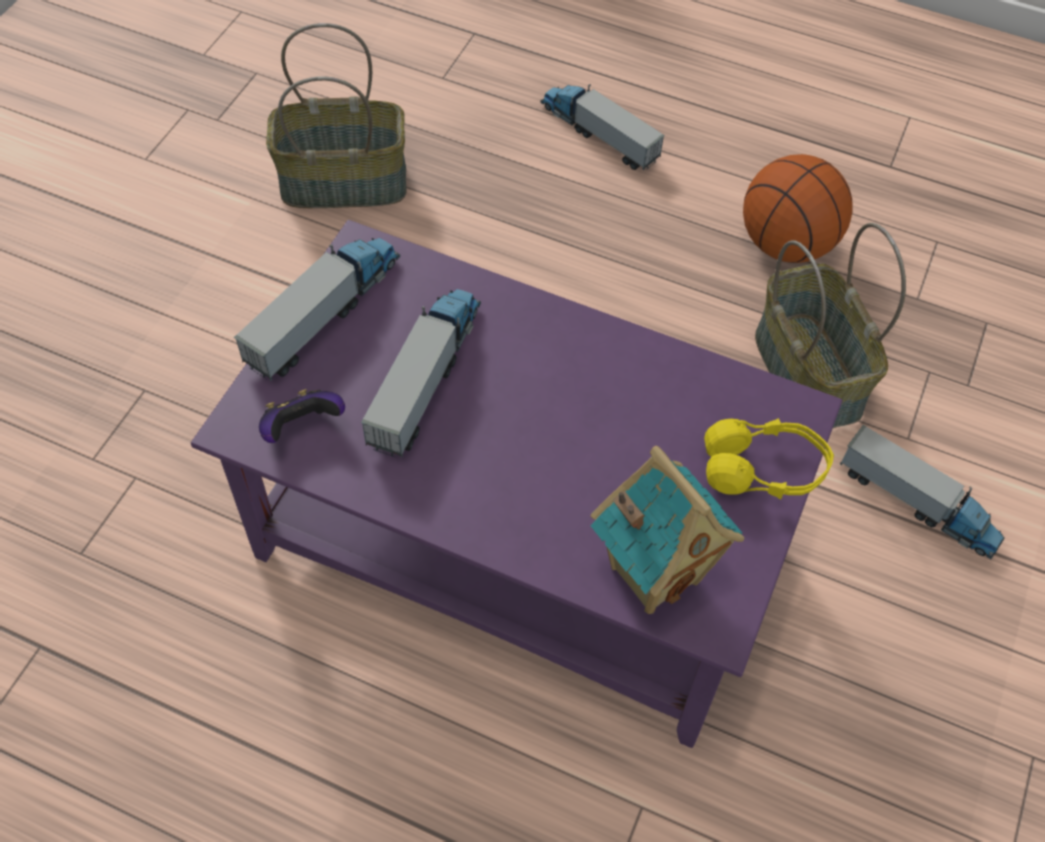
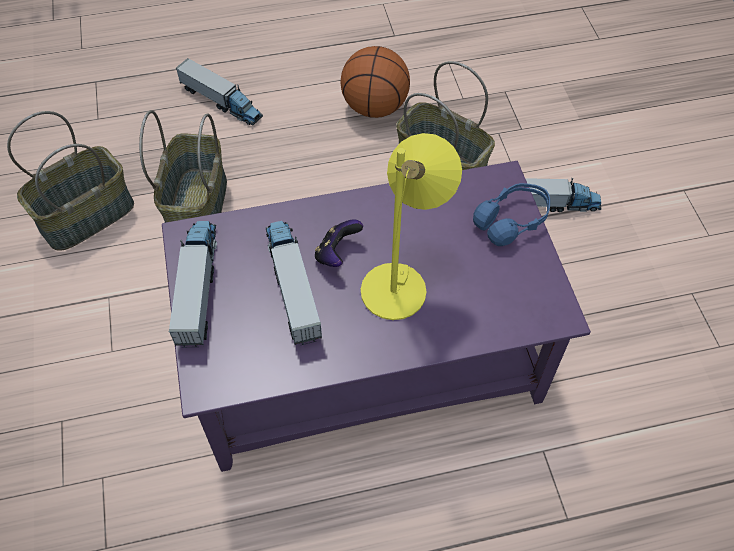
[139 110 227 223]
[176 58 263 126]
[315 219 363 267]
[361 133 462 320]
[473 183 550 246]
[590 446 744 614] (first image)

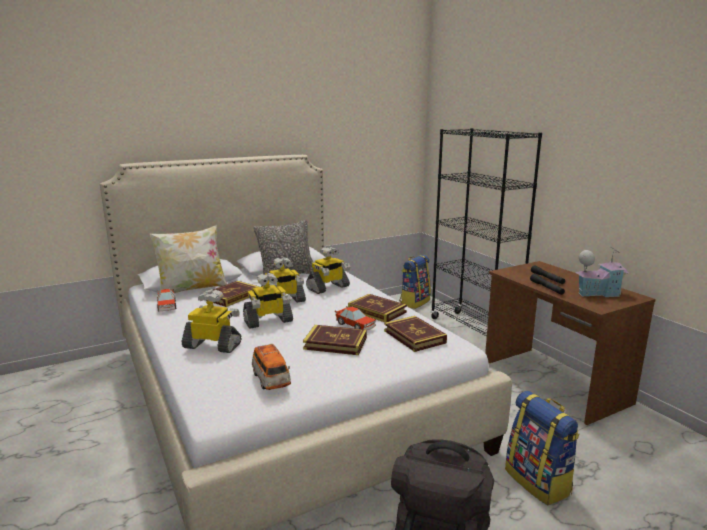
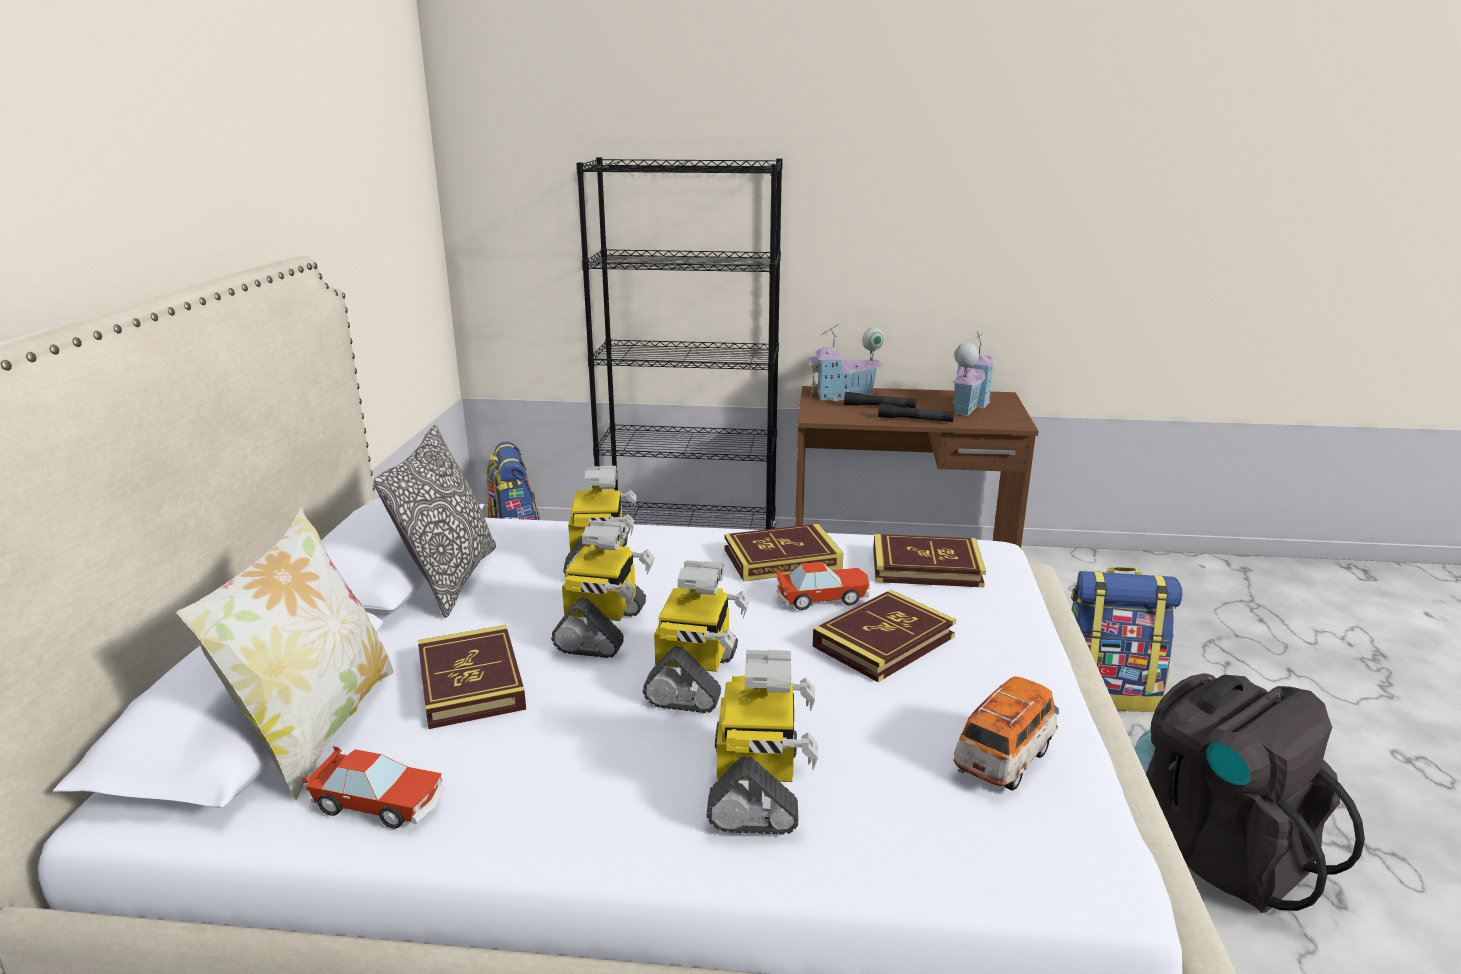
[707 650 818 835]
[807 324 884 401]
[954 676 1059 790]

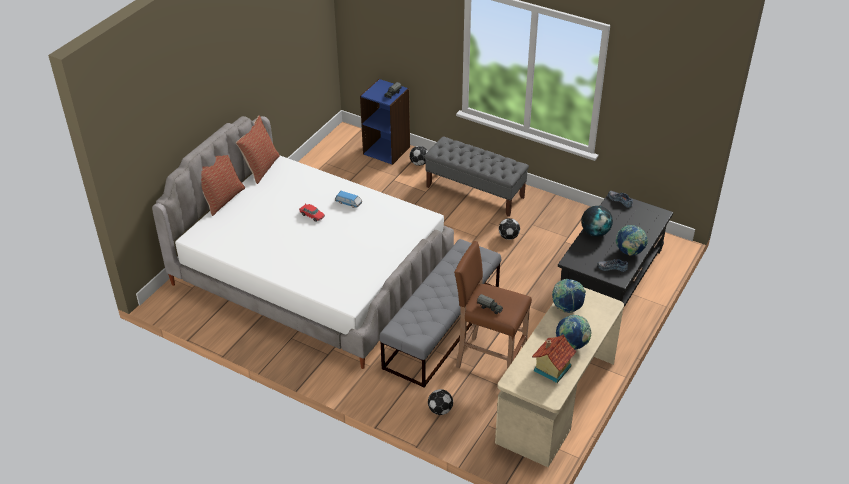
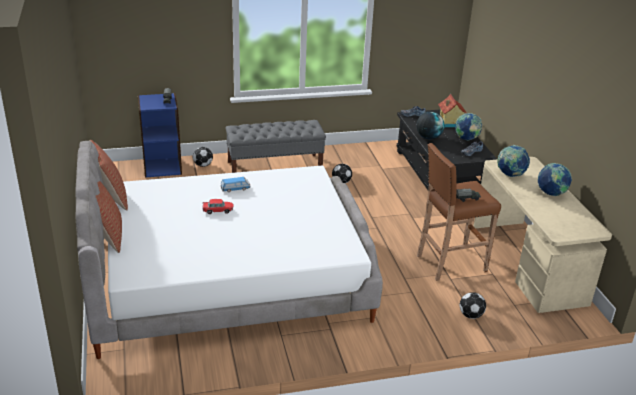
[438 94 467 127]
[379 239 501 388] (first image)

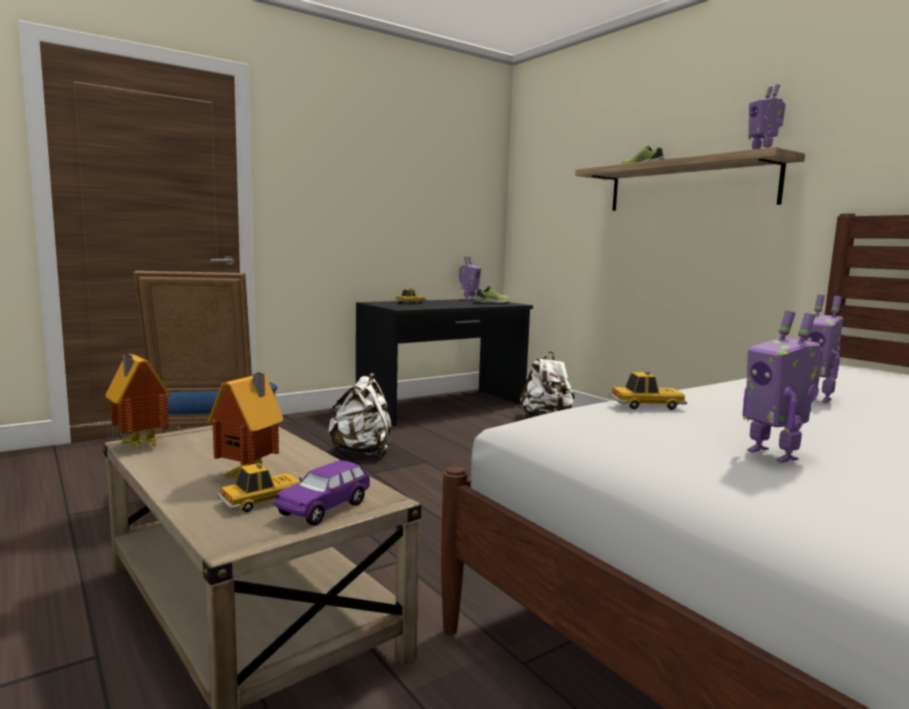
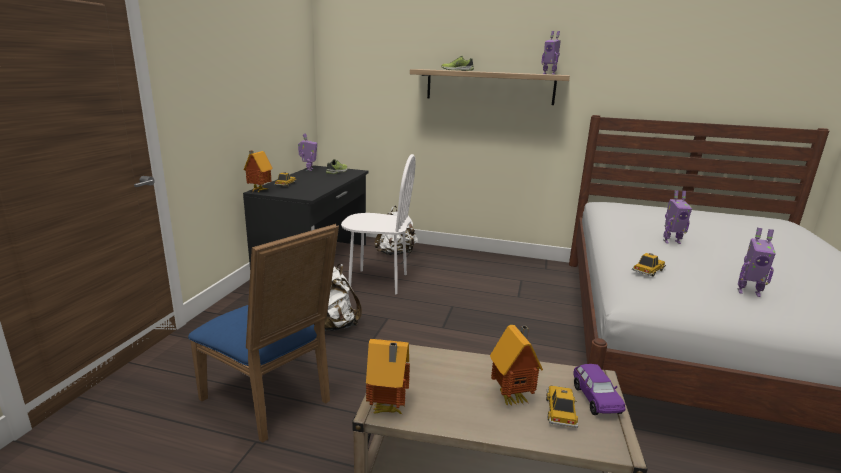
[244 151 273 193]
[341 154 416 294]

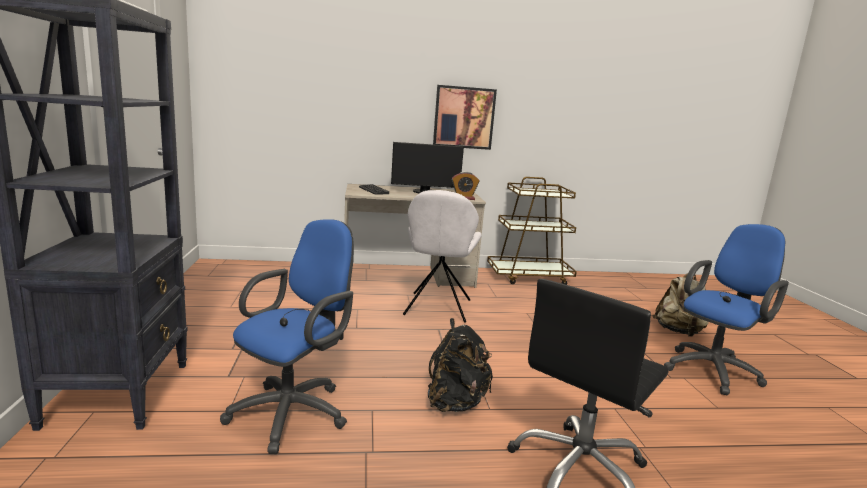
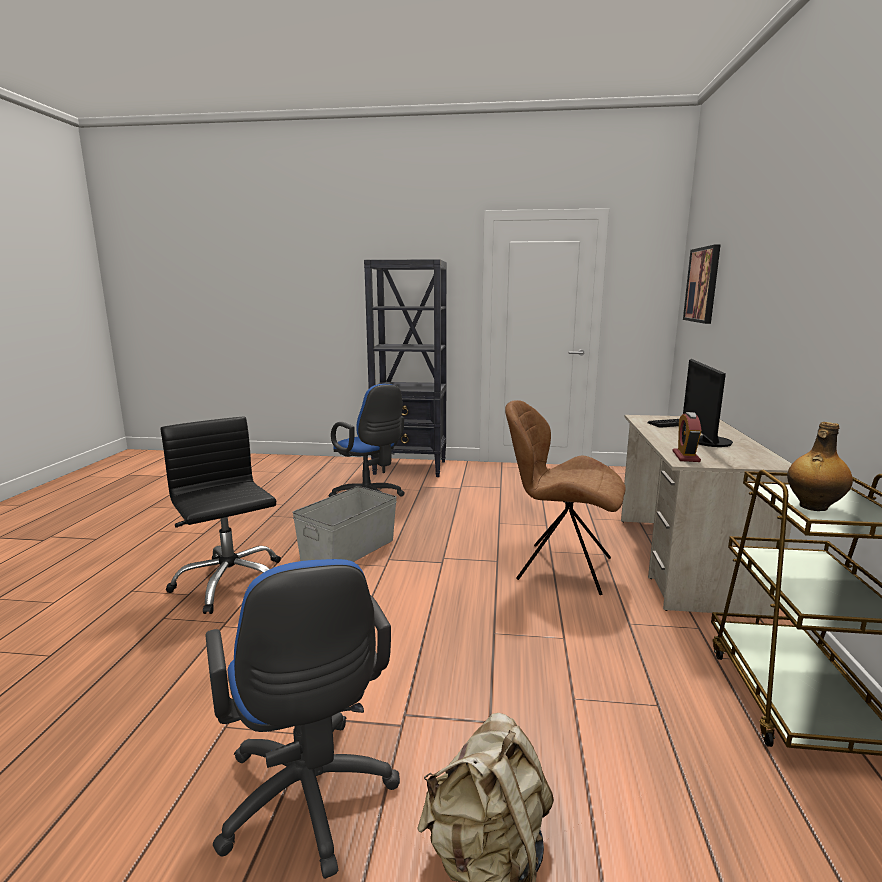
[292 486 397 562]
[505 400 626 595]
[683 244 721 324]
[787 422 853 511]

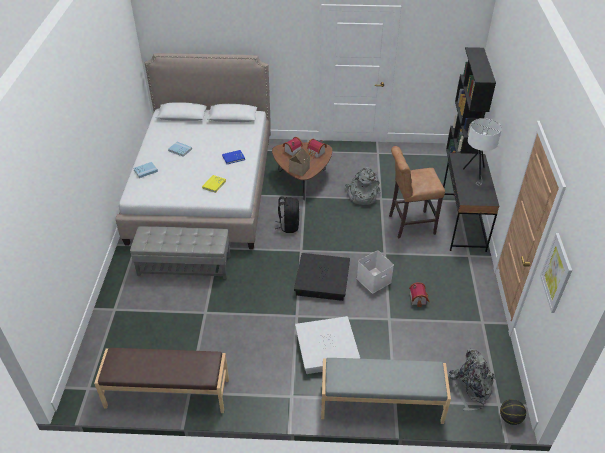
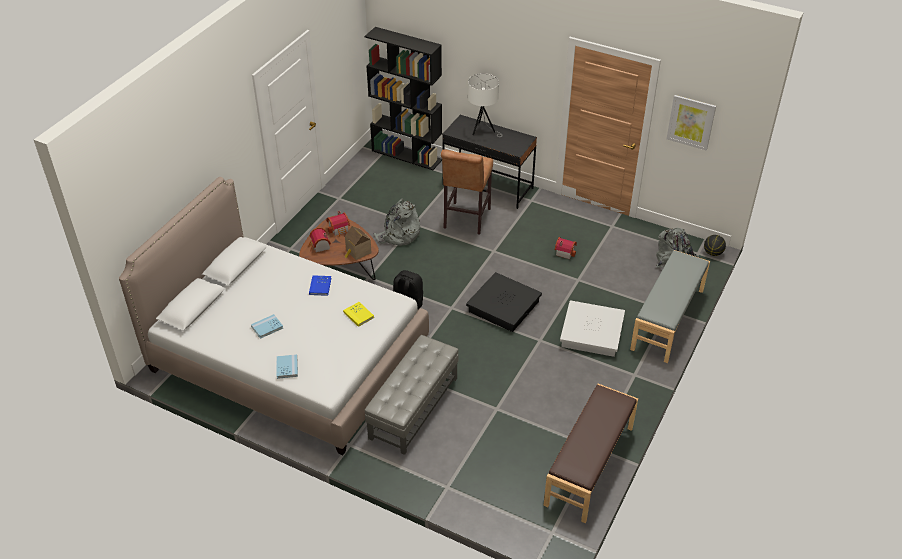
[357 250 394 293] (first image)

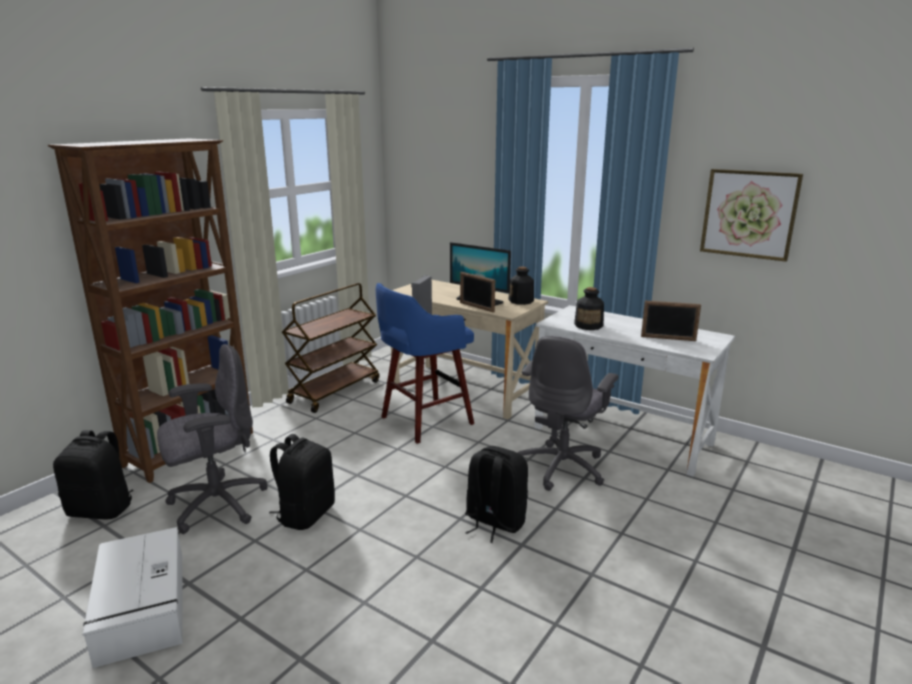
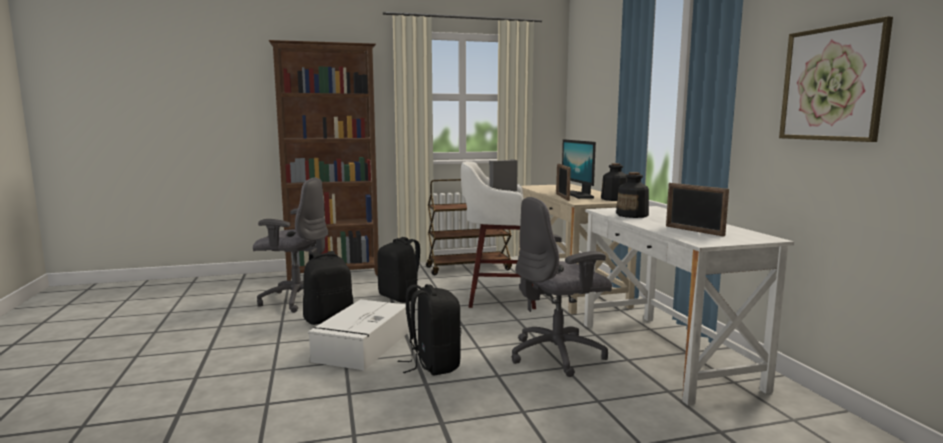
[308 299 410 370]
[377 237 420 303]
[461 161 536 309]

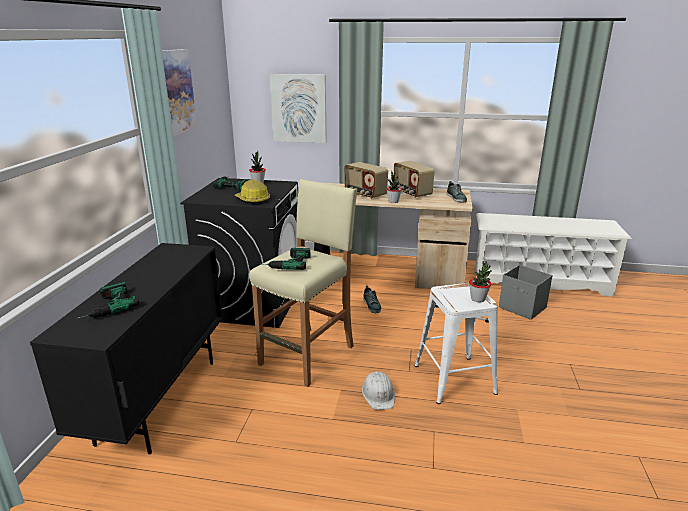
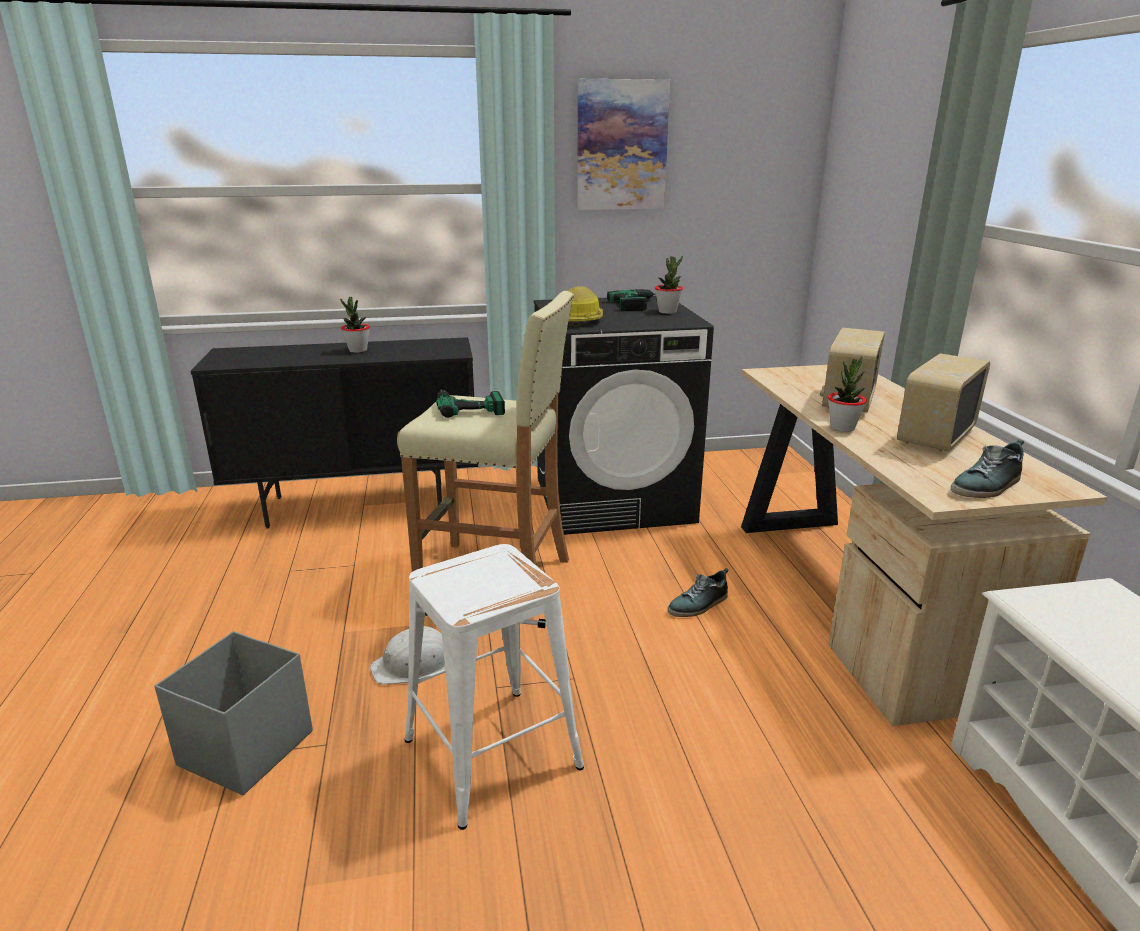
[154 631 313 795]
[340 297 370 353]
[76 282 139 319] (first image)
[270 74 327 143] (first image)

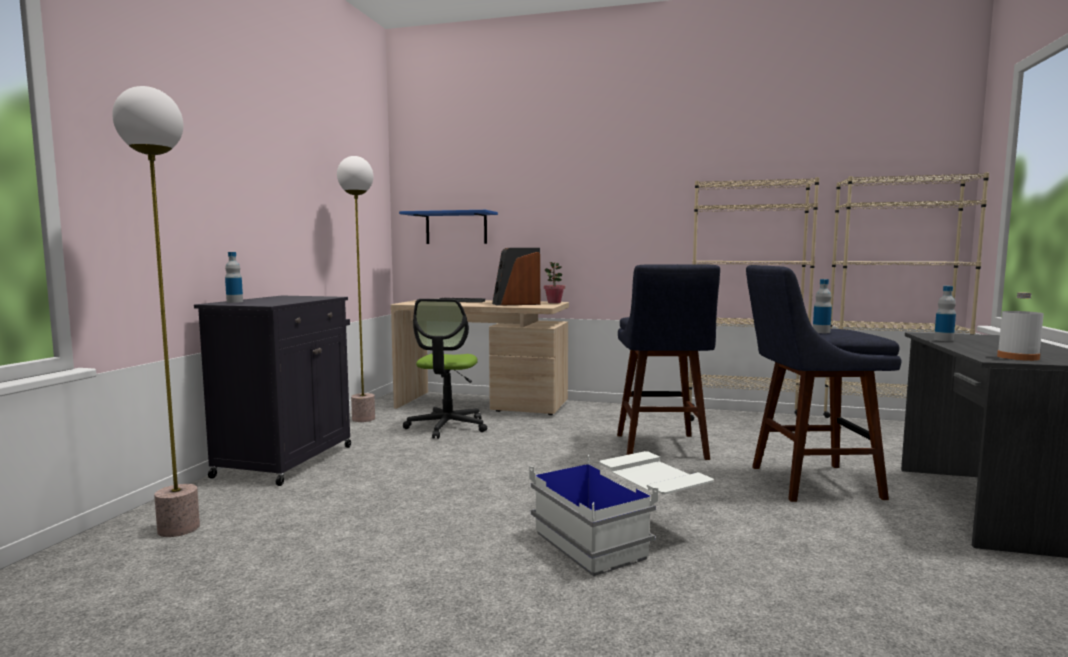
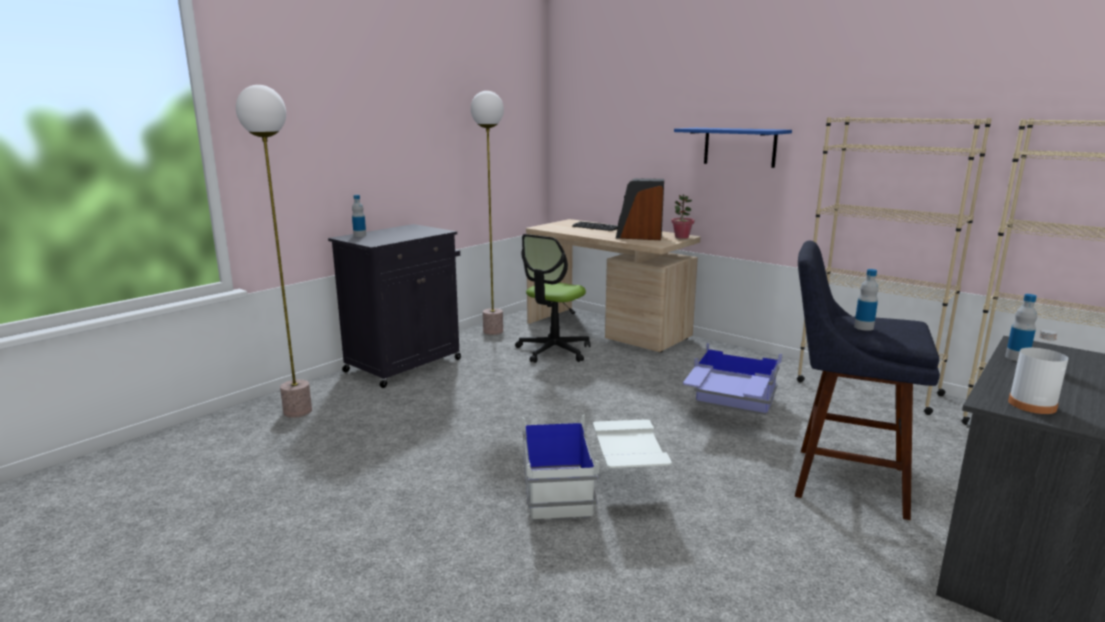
[674 128 792 168]
[683 343 782 415]

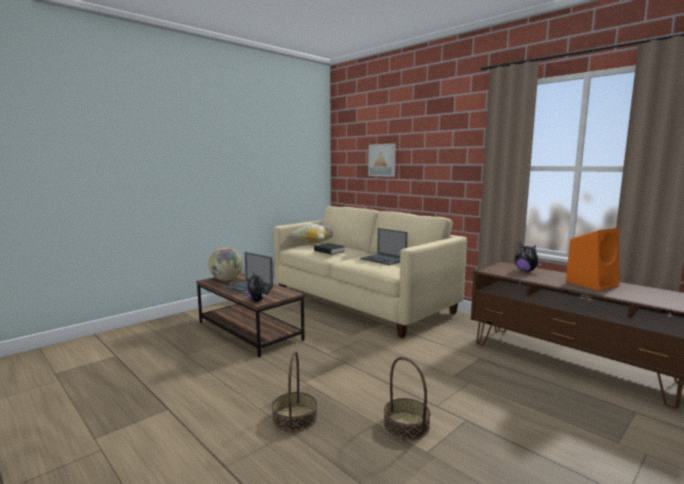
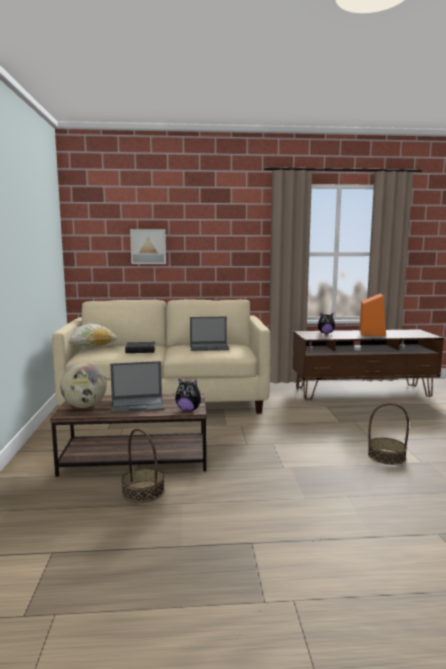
[121 429 165 503]

